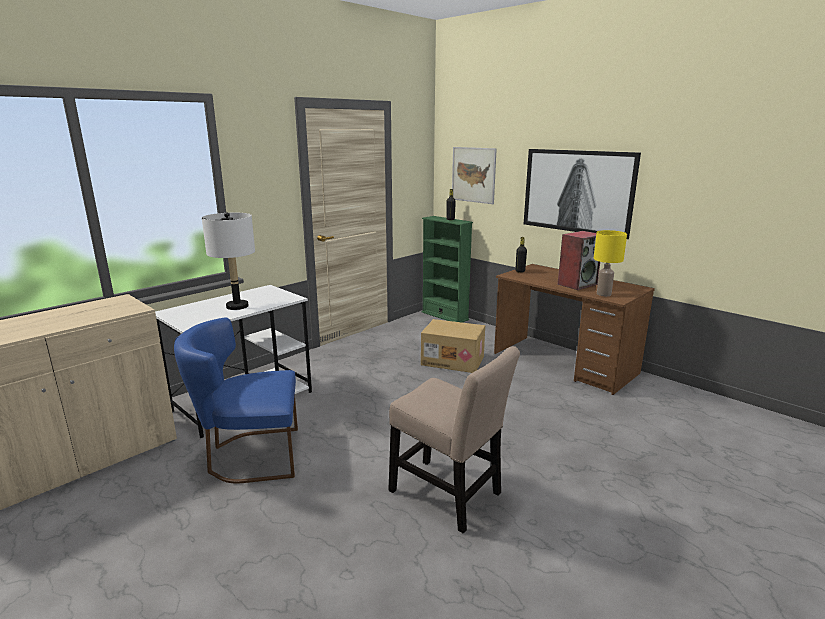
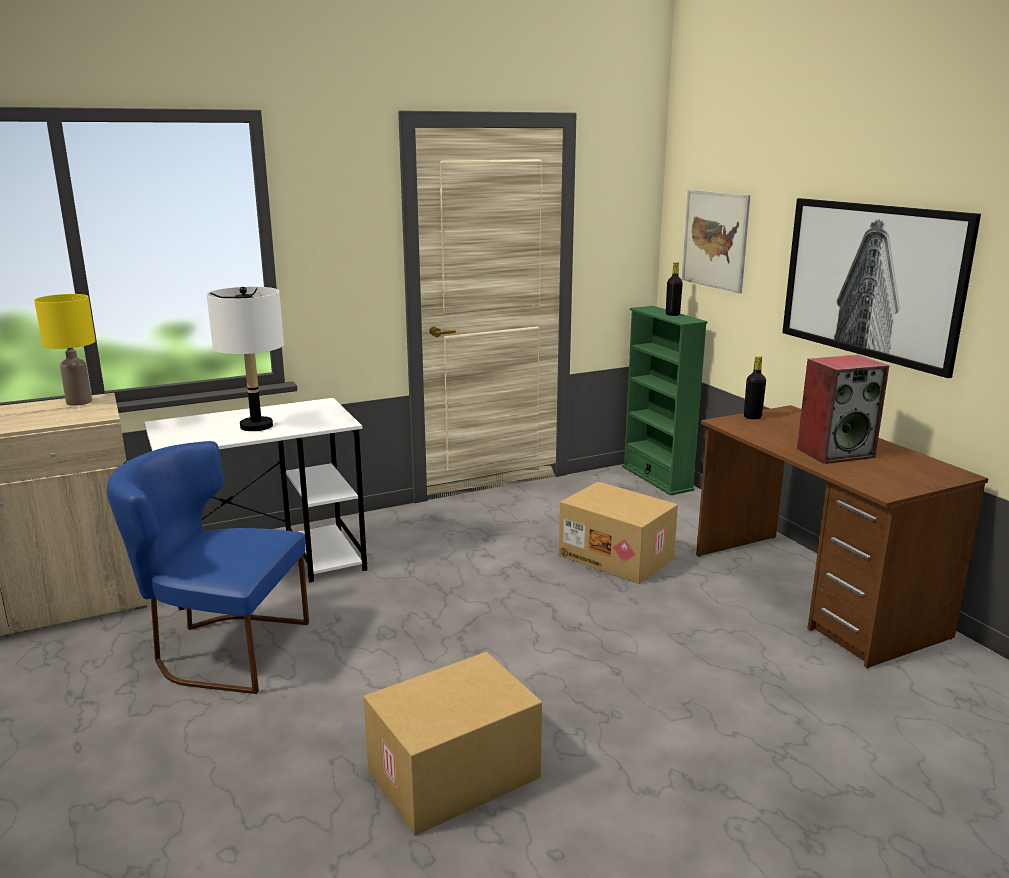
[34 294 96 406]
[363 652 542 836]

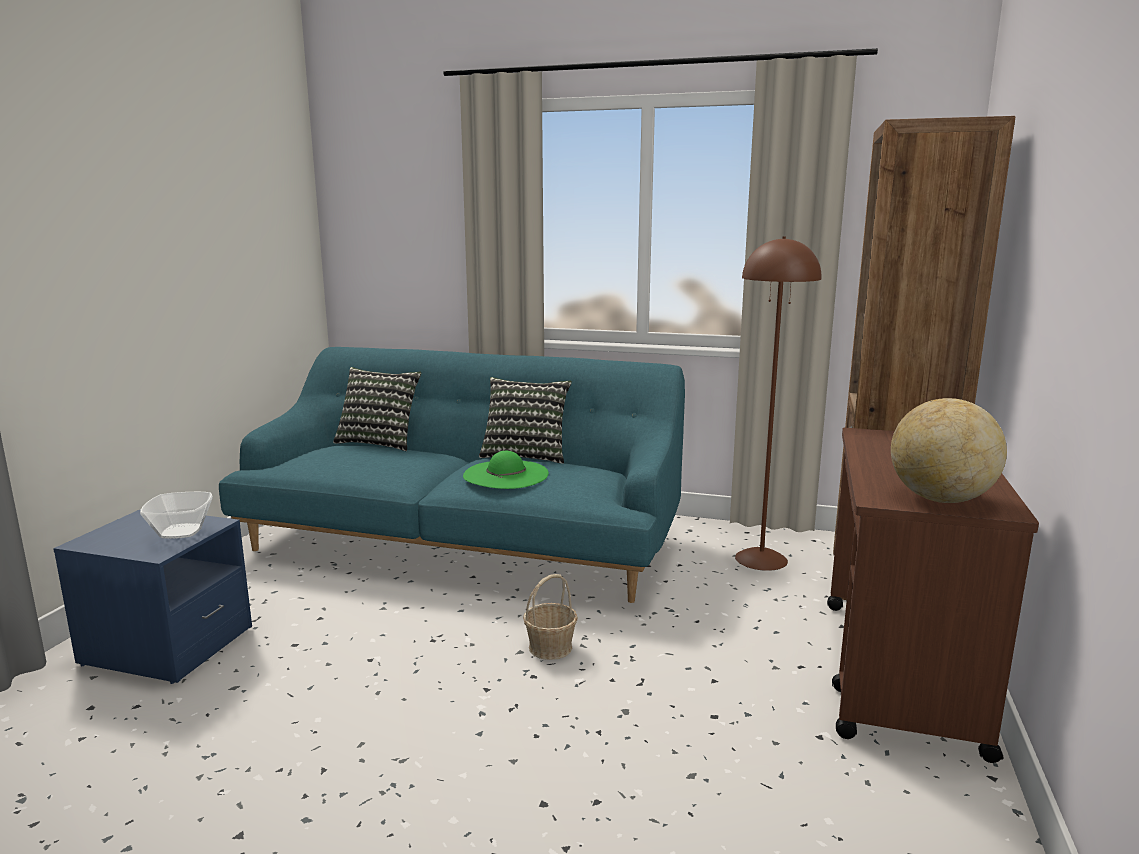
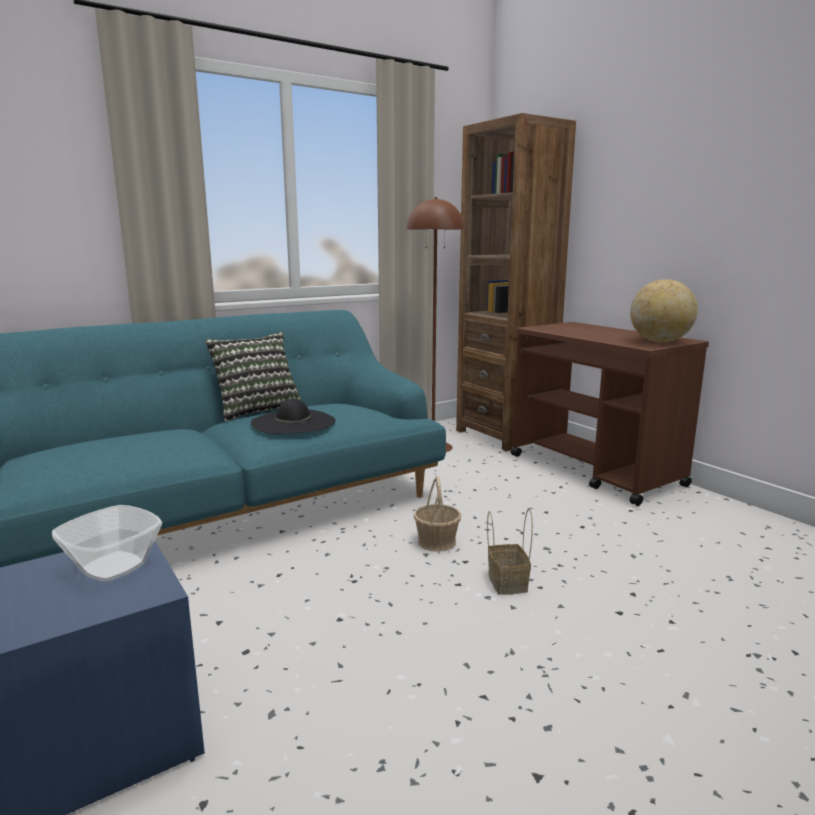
[251 398 335 434]
[487 509 533 595]
[333 367 422 451] (first image)

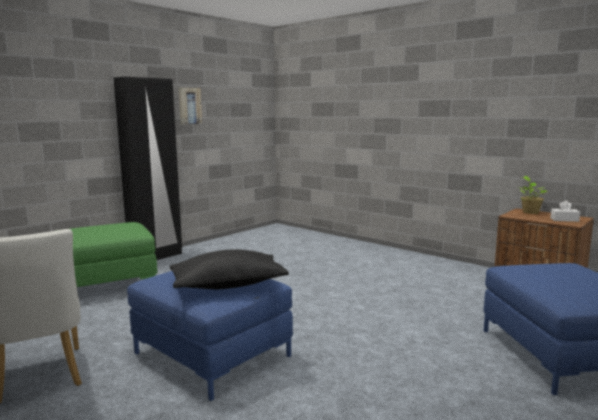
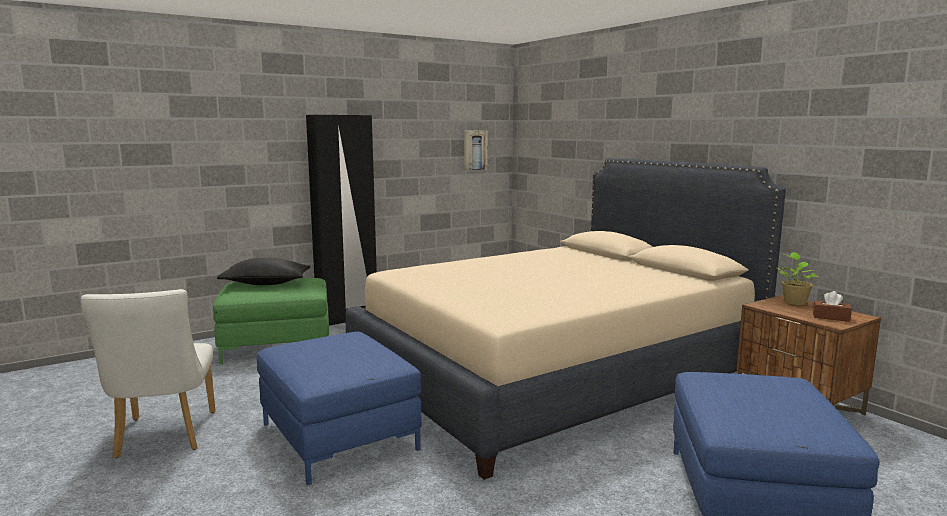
[217 257 310 285]
[346 158 786 480]
[464 131 488 170]
[813 291 852 322]

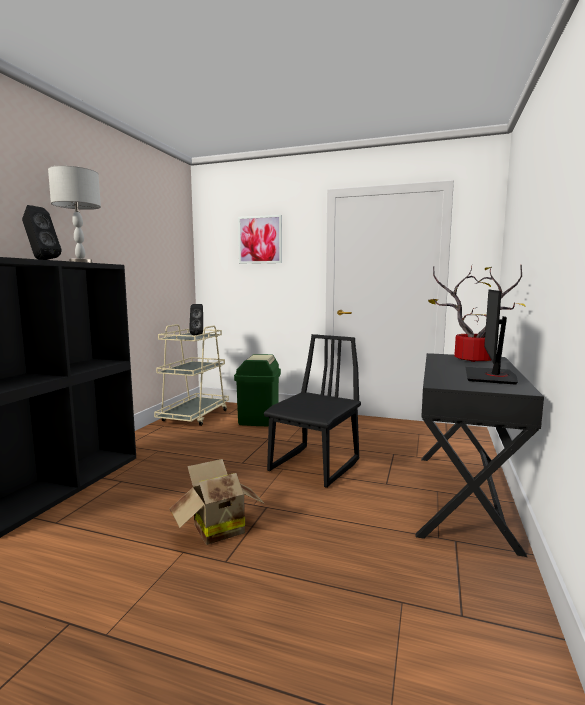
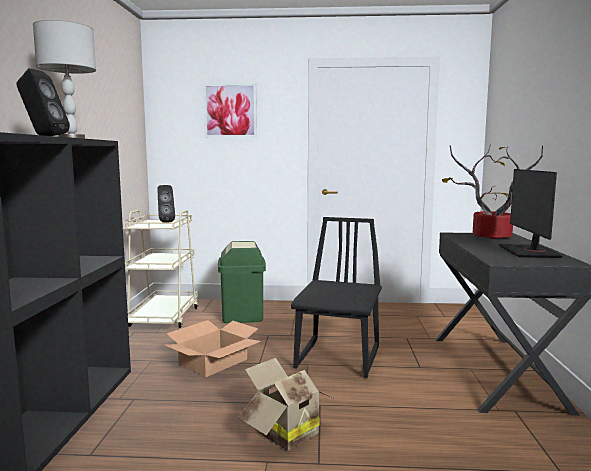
[165 320 261 377]

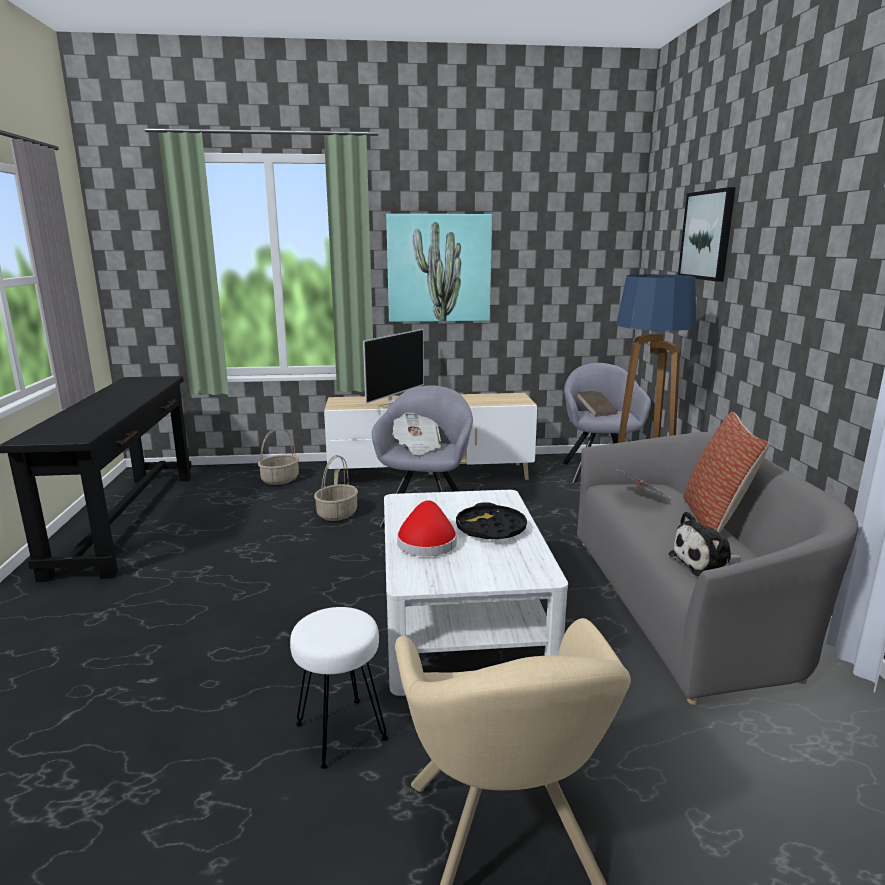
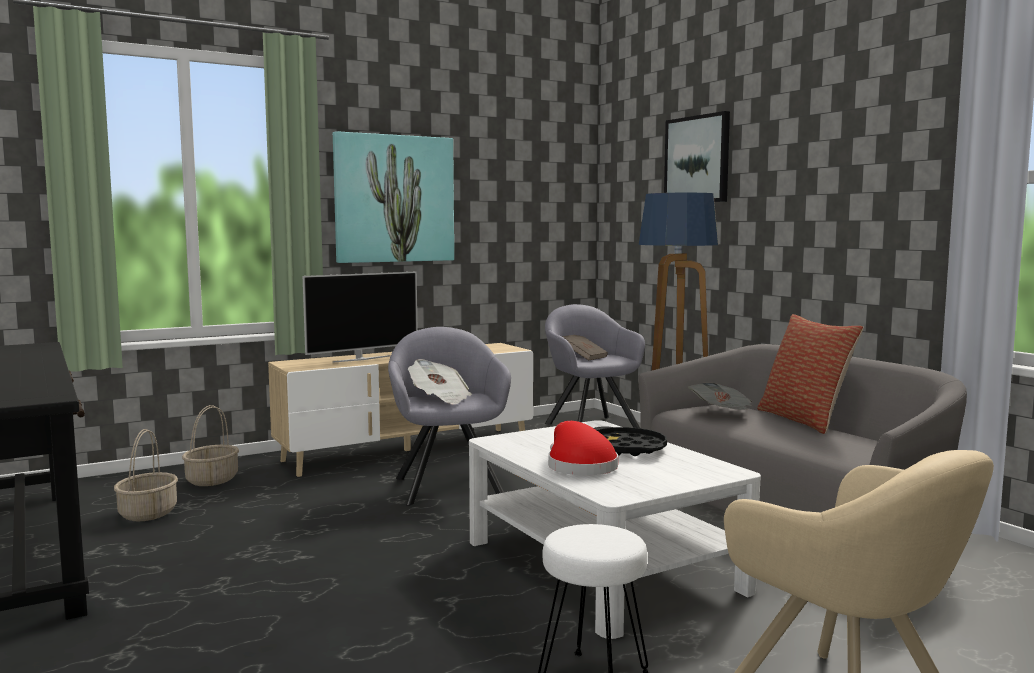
[114 429 178 521]
[303 272 418 363]
[668 511 741 576] (first image)

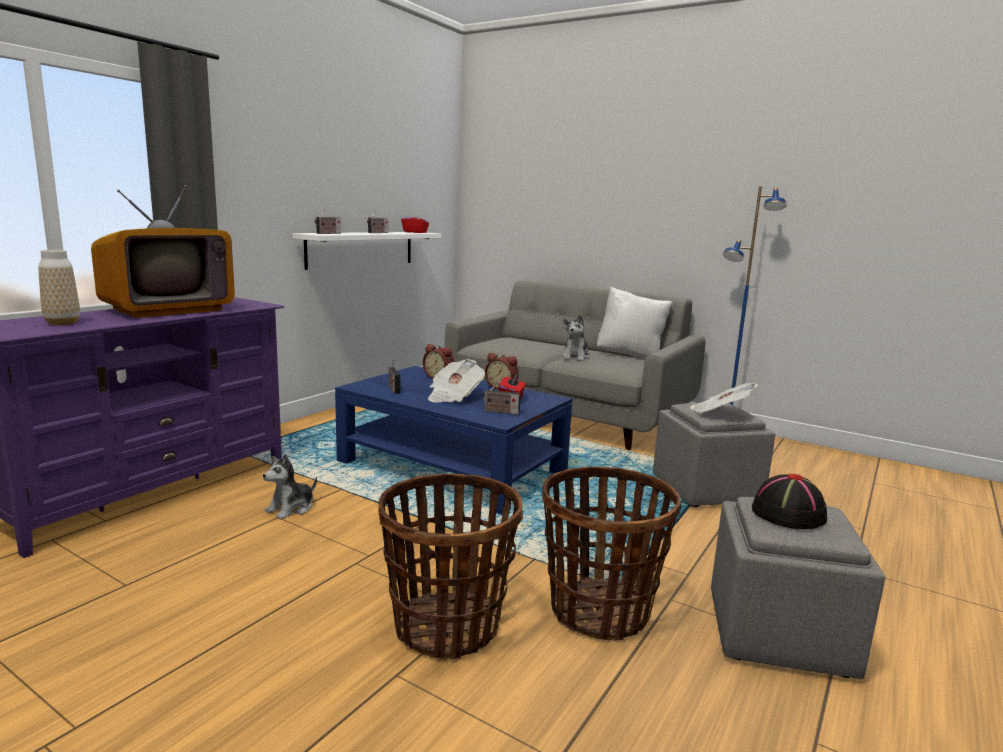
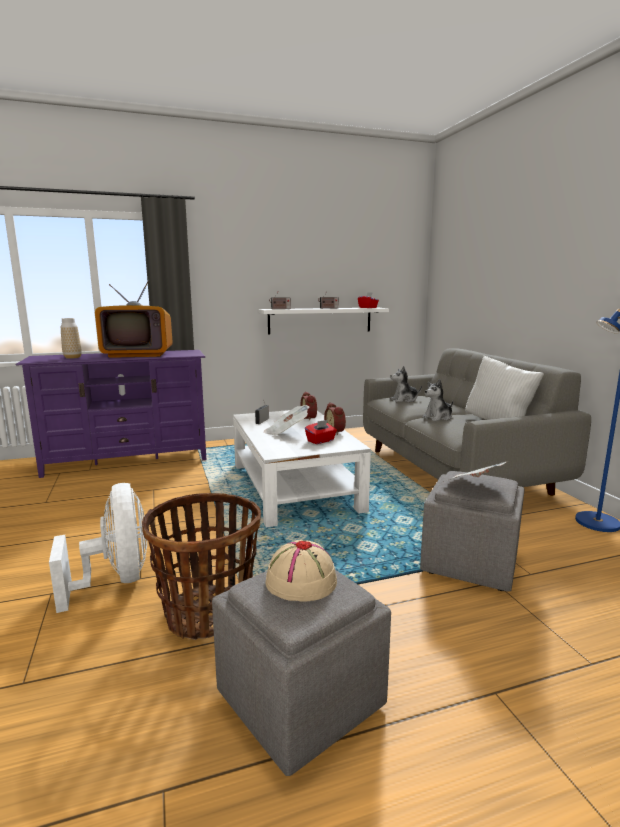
[49 483 147 613]
[233 410 371 527]
[265 540 337 602]
[390 366 422 402]
[481 381 521 415] (first image)

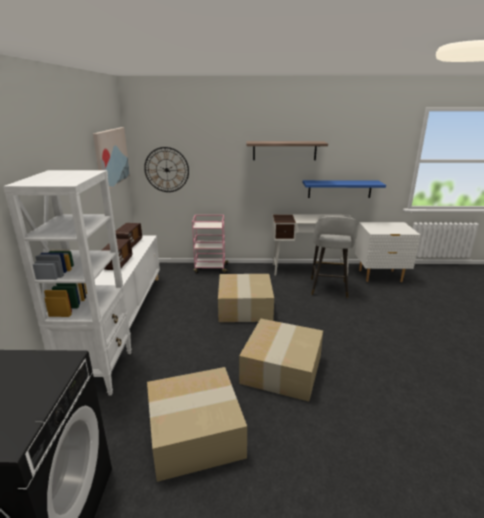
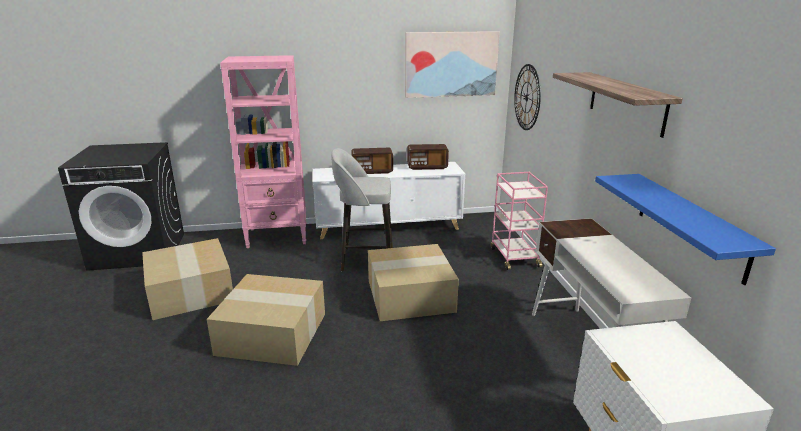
[220 55 306 248]
[331 148 393 271]

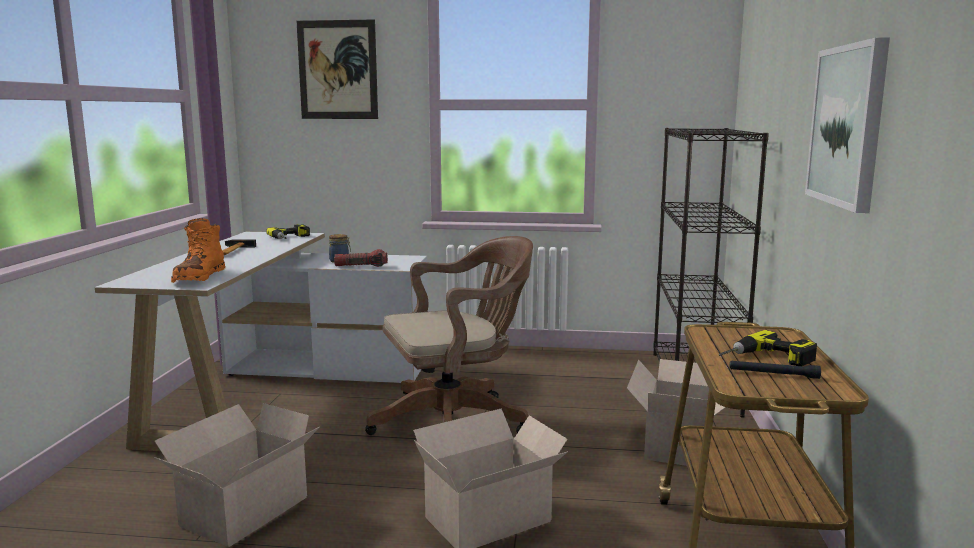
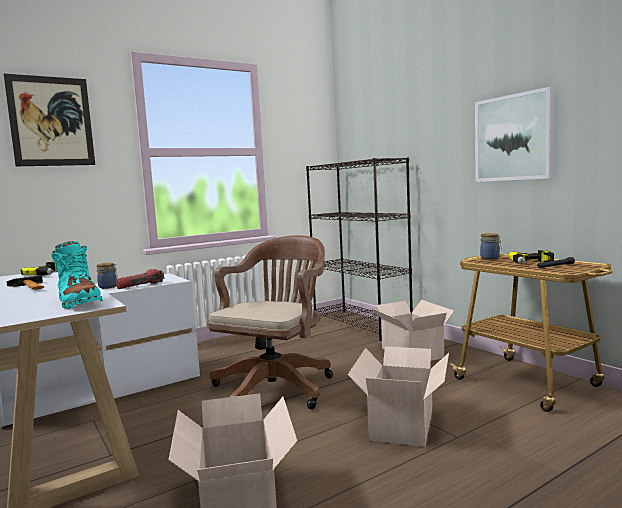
[52 241 103 309]
[480 233 502 260]

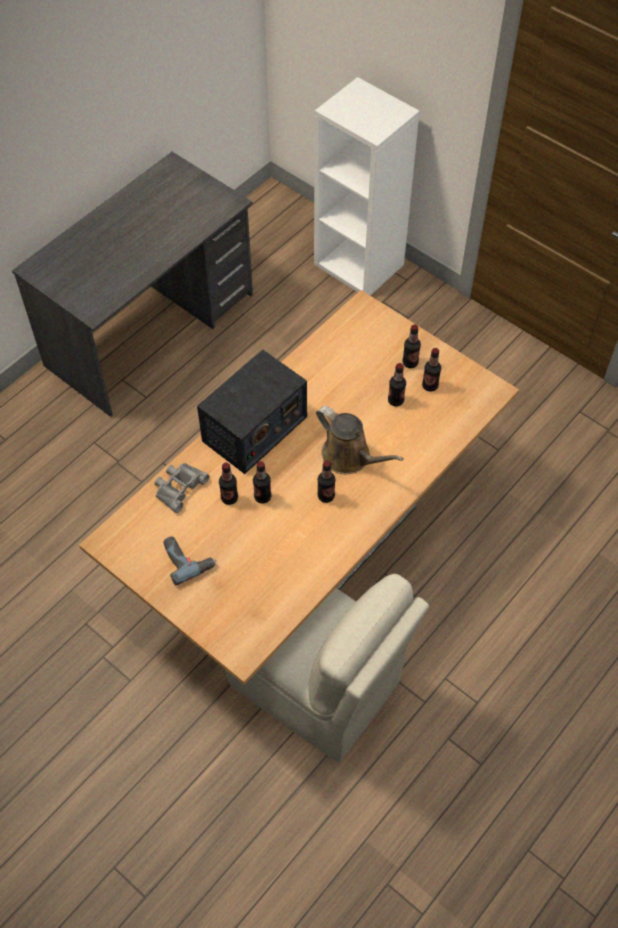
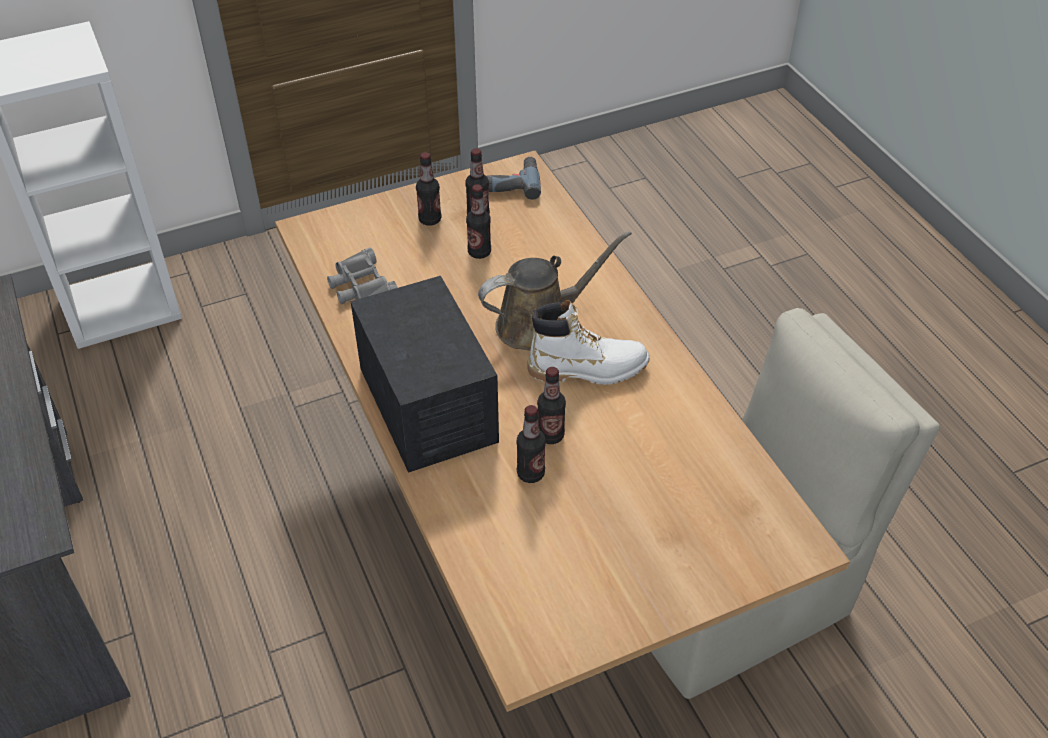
[327 248 398 304]
[487 157 541 200]
[528 300 649 385]

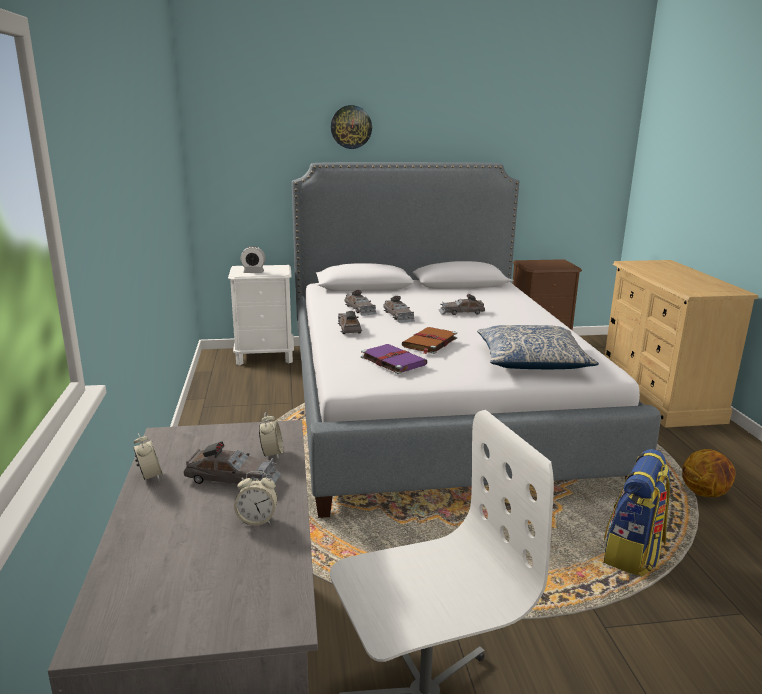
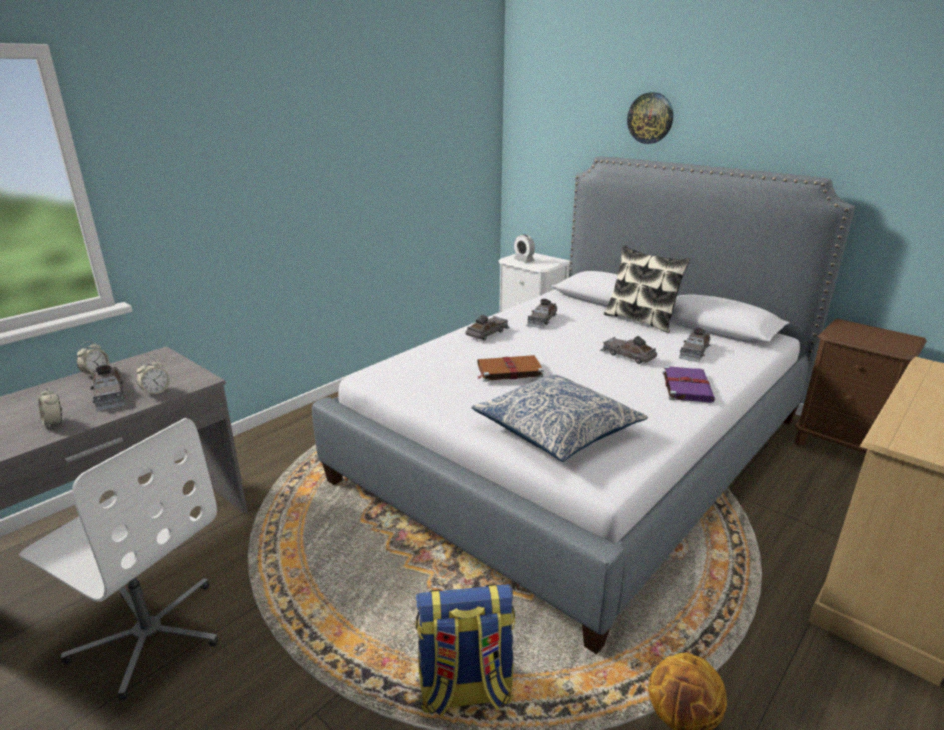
[604 245 691 333]
[663 366 715 403]
[679 328 711 362]

